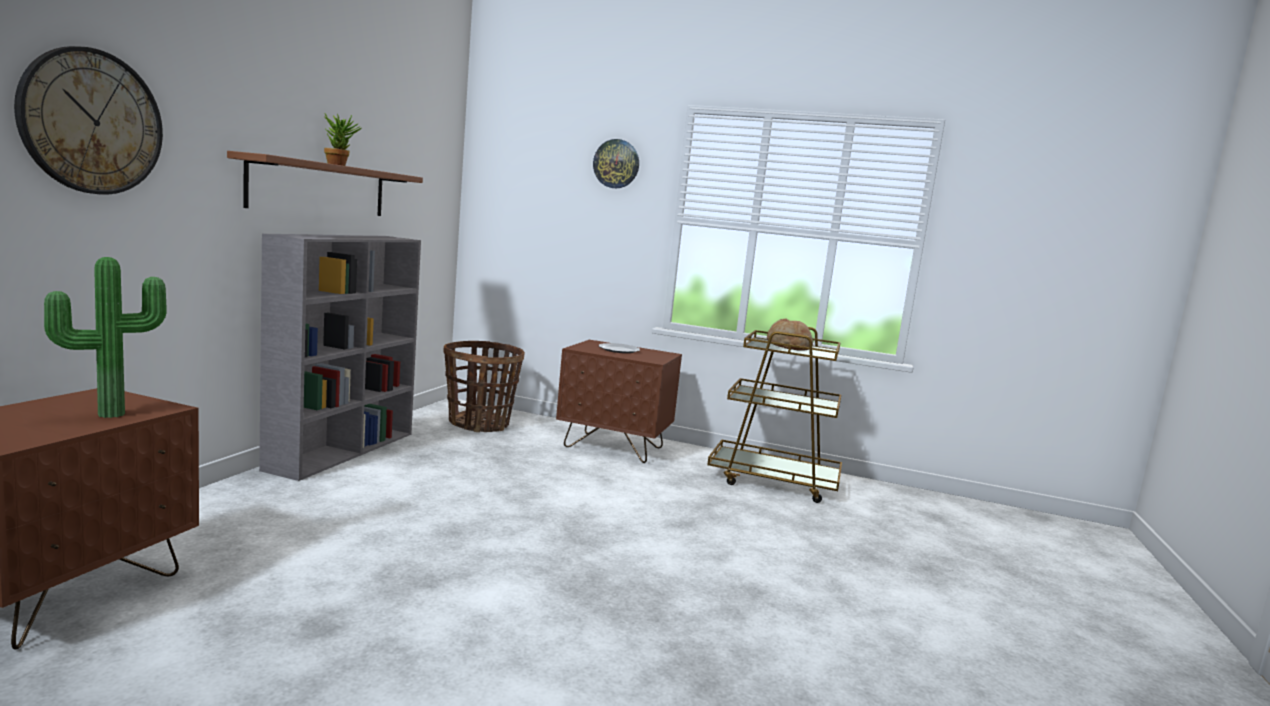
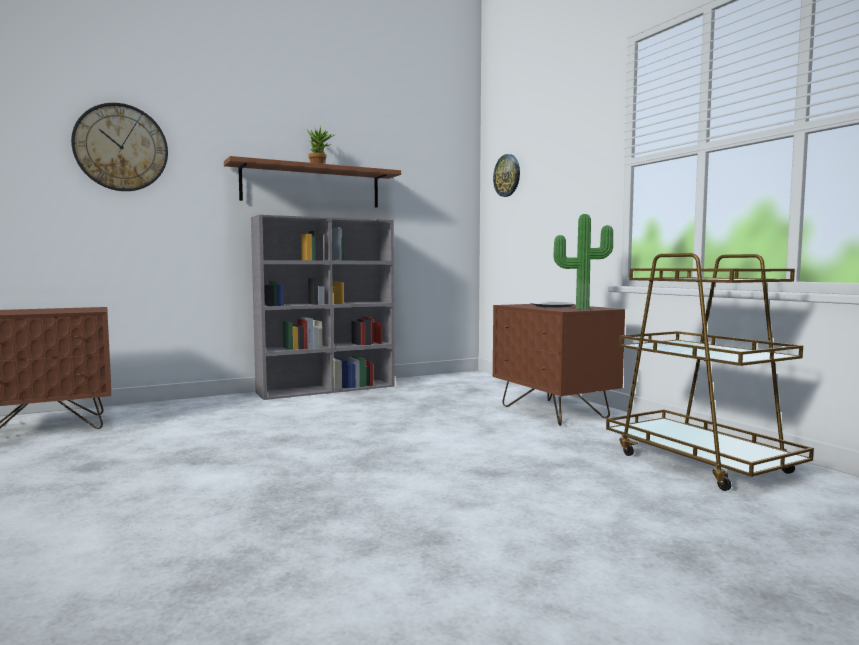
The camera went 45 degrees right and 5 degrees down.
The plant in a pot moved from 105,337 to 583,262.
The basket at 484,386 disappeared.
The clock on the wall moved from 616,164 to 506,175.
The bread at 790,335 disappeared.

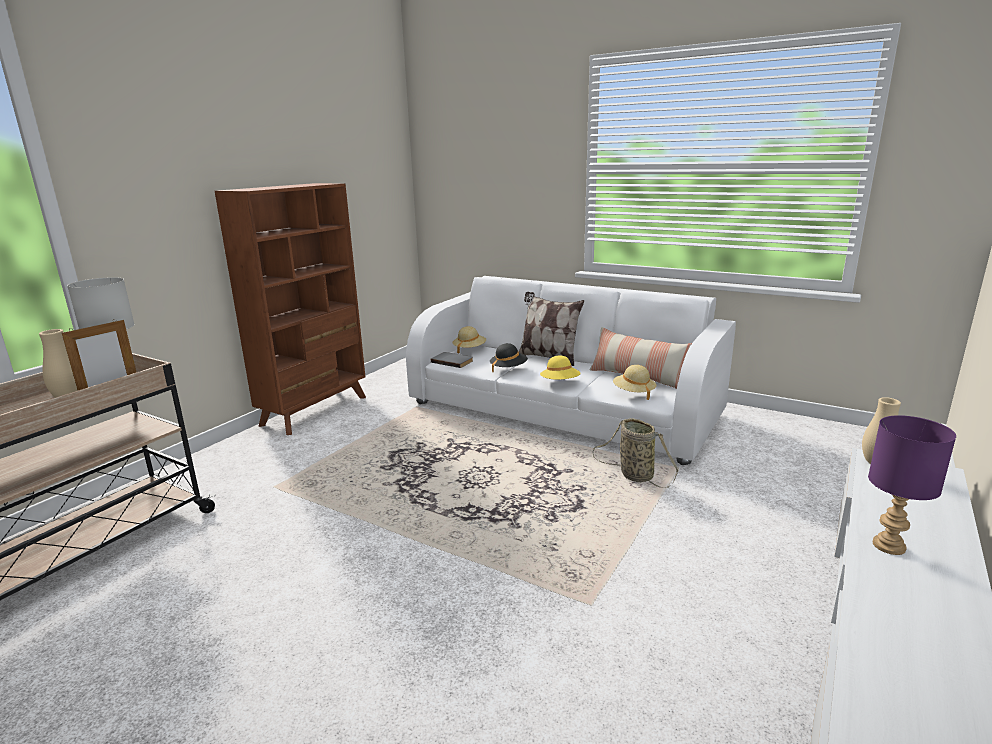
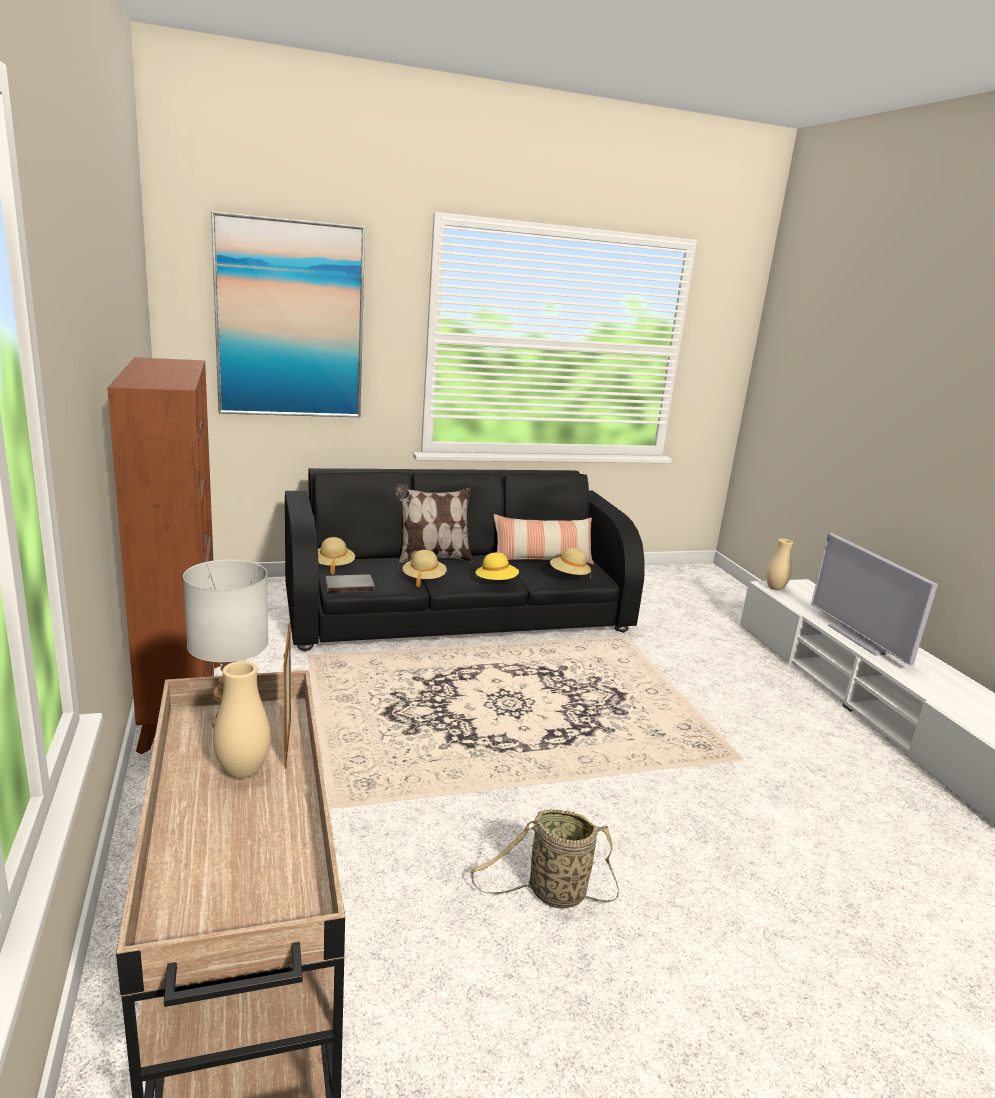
The camera went 50 degrees left and 0 degrees up.
The white-coloured couch at 571,370 became the black-coloured couch at 465,559.
The black-coloured hat at 509,357 became the sand-coloured hat at 425,569.
The basket moved from 635,453 to 544,858.
The purple-coloured lamp for a table at 912,485 was replaced by the TV set at 874,599.
The picture at 288,314 appeared.

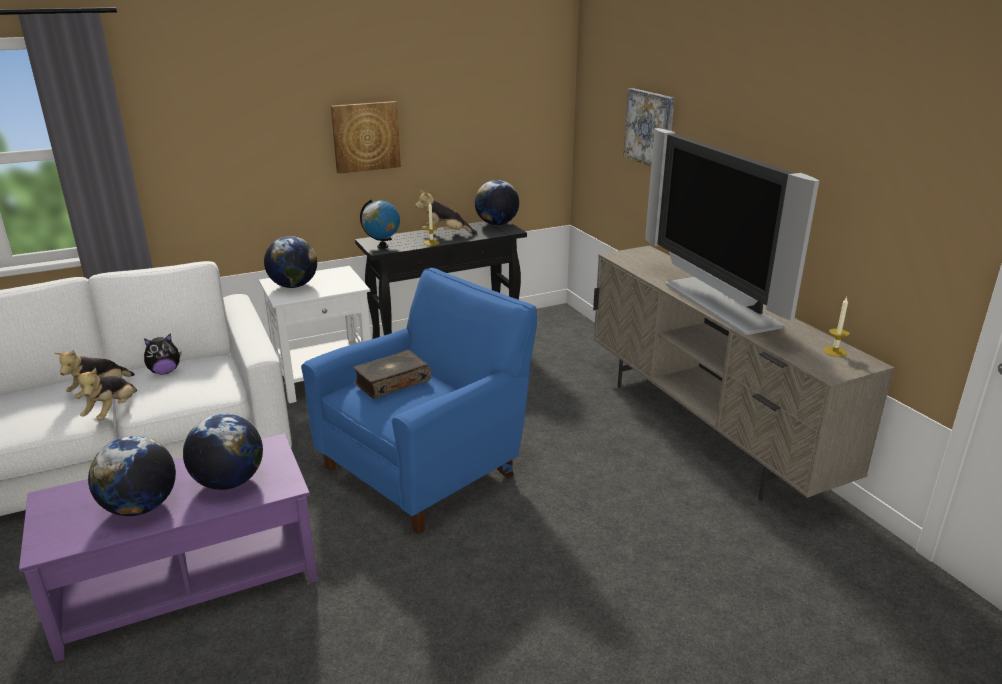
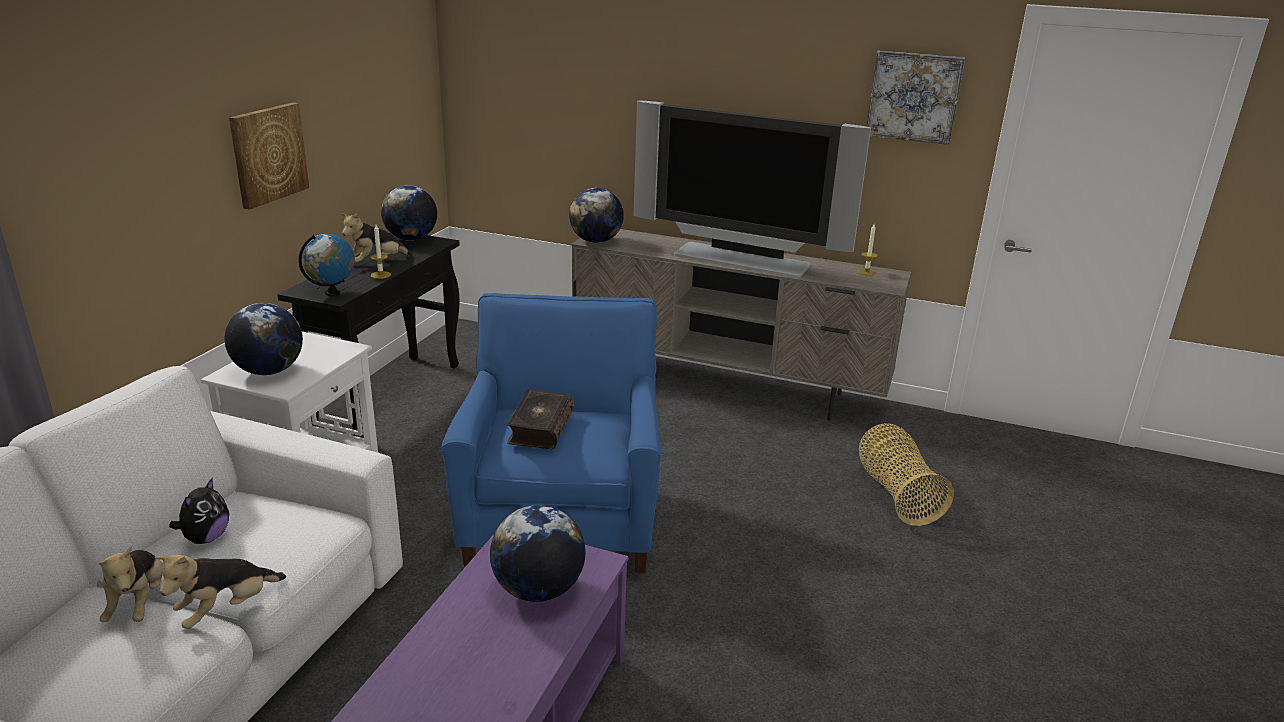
The camera went 45 degrees left and 0 degrees up.
The soft toy at 105,394 turned 75 degrees clockwise.
The desk globe moved from 132,476 to 596,215.
The picture moved from 648,127 to 915,98.
The basket at 906,474 appeared.

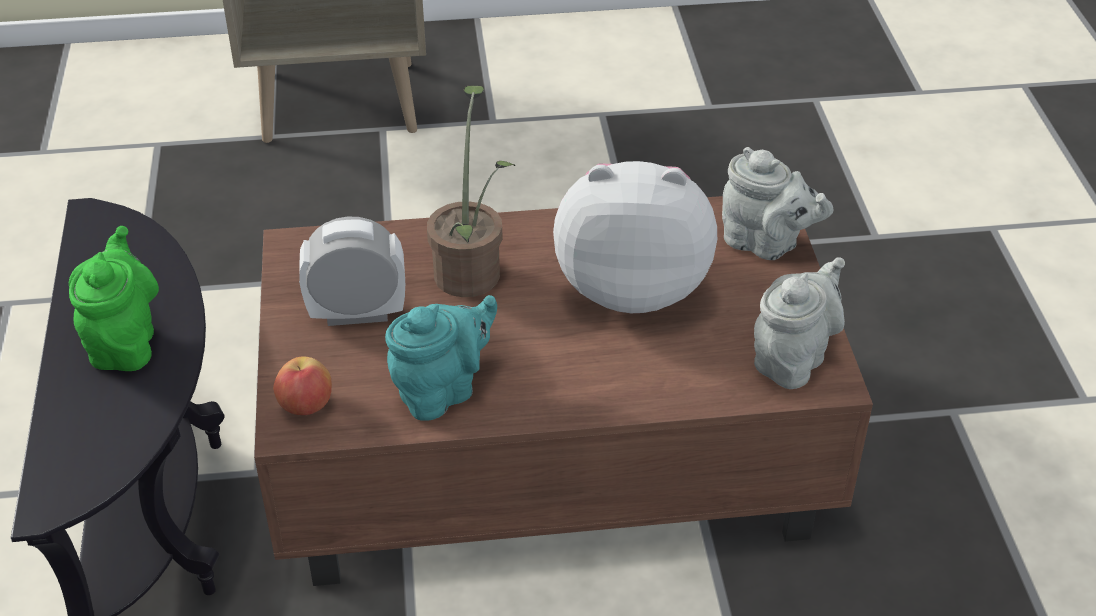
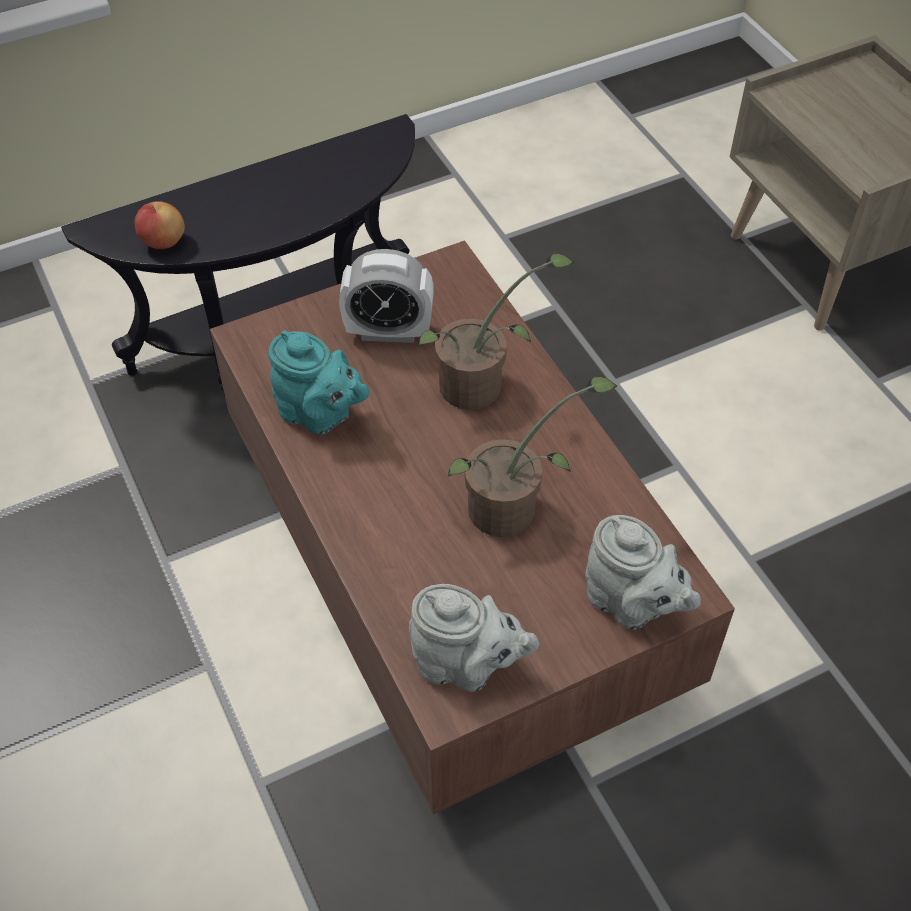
The camera went 70 degrees right and 10 degrees up.
The greenish tea pot at 114,298 disappeared.
The apple moved from 302,386 to 160,225.
The alarm clock at 352,271 turned 120 degrees clockwise.
The soft toy at 635,237 was replaced by the plant in a pot at 532,456.
The gray tea pot at 778,203 turned 60 degrees counterclockwise.

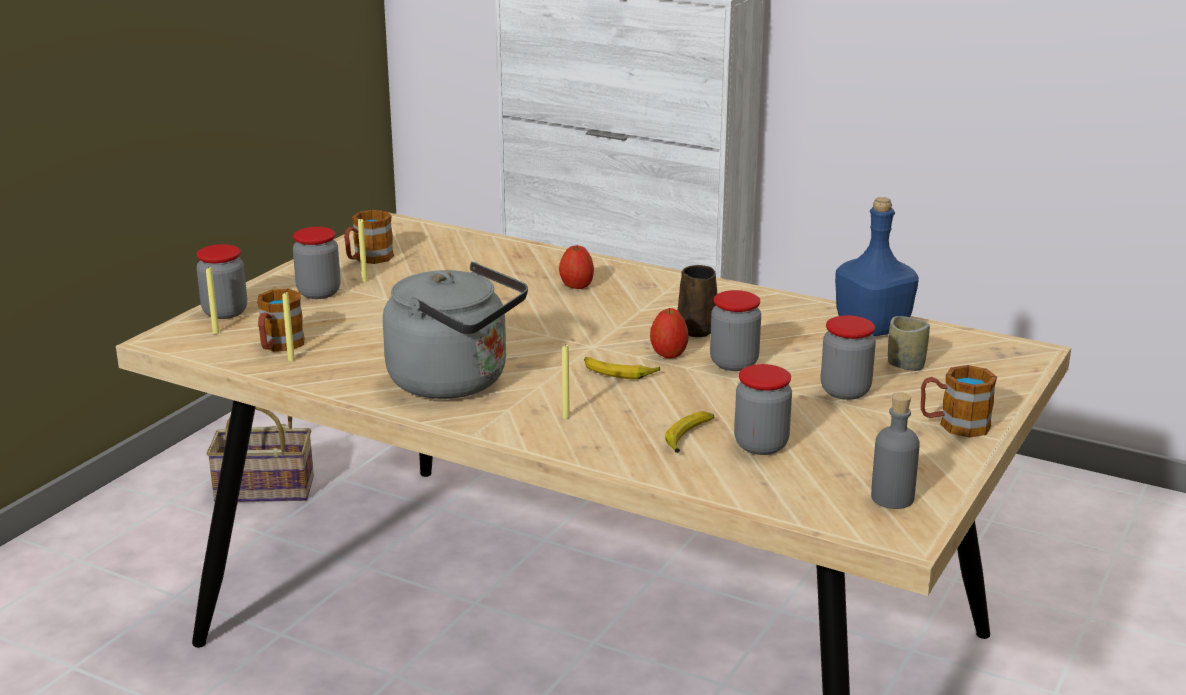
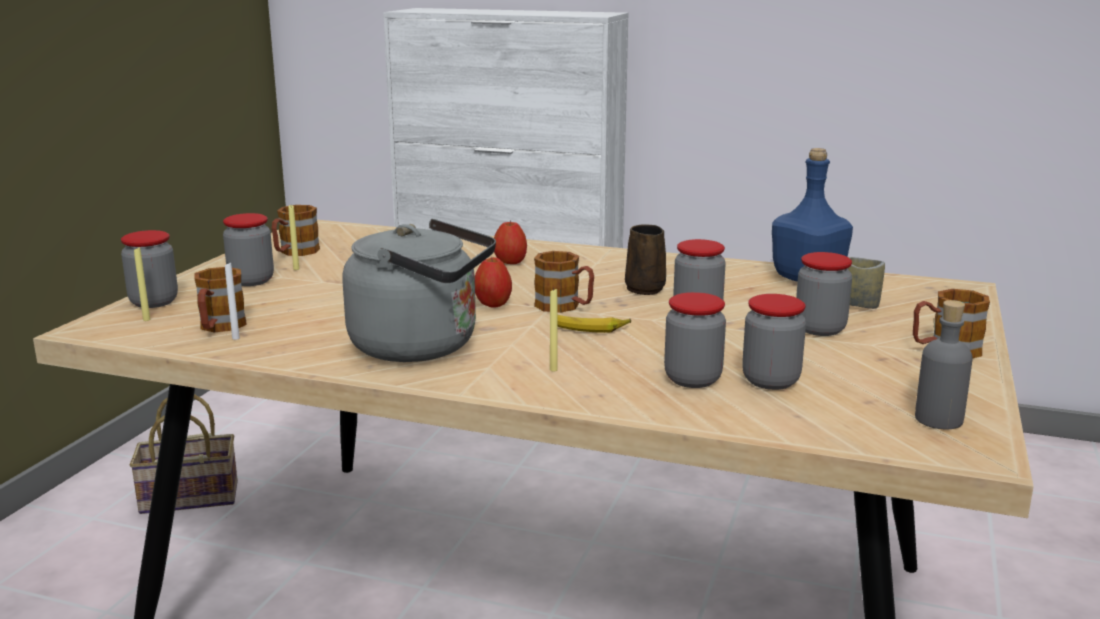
The camera went 10 degrees left and 5 degrees down.
The yellow wax candle at 288,326 became the white-coloured wax candle at 232,301.
The apple moved from 669,333 to 493,282.
The banana fruit at 689,432 was replaced by the jar at 695,340.
The coffee mug at 564,282 appeared.

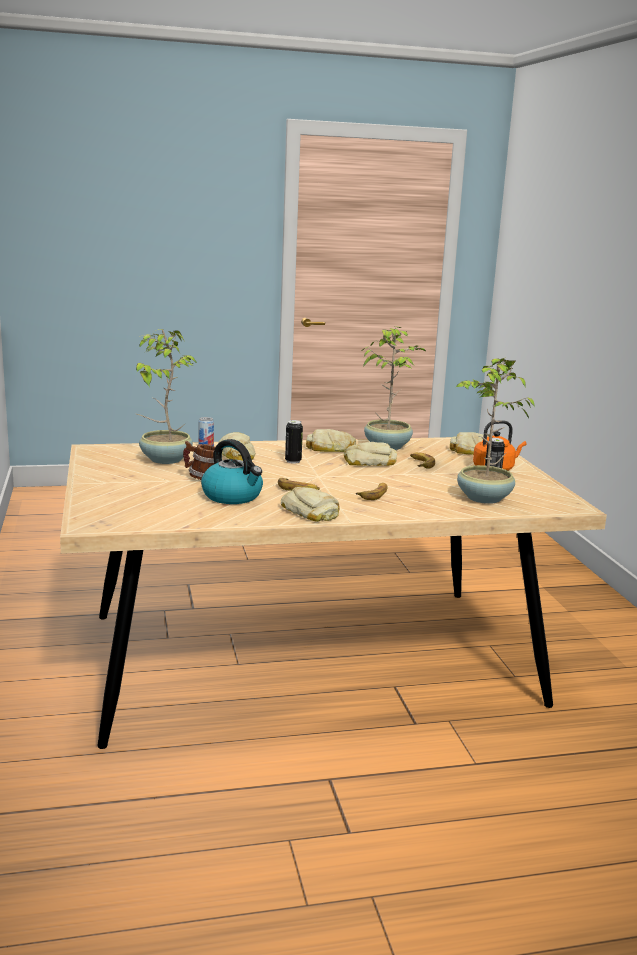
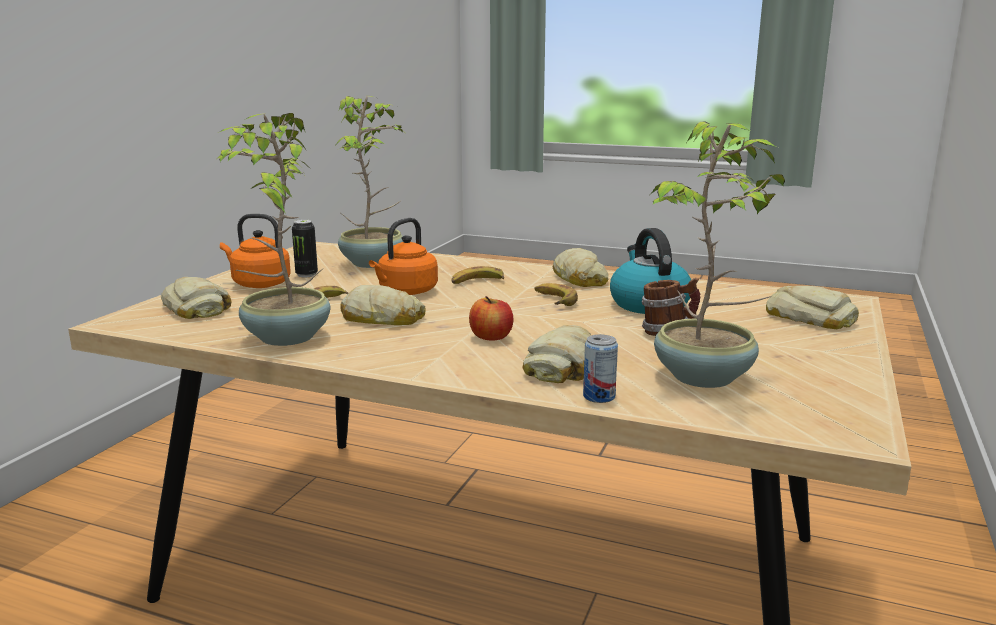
The camera went 145 degrees left and 0 degrees up.
The metal can at 294,442 was replaced by the apple at 491,318.
The bread moved from 331,440 to 812,307.
The orange tea kettle at 403,256 appeared.

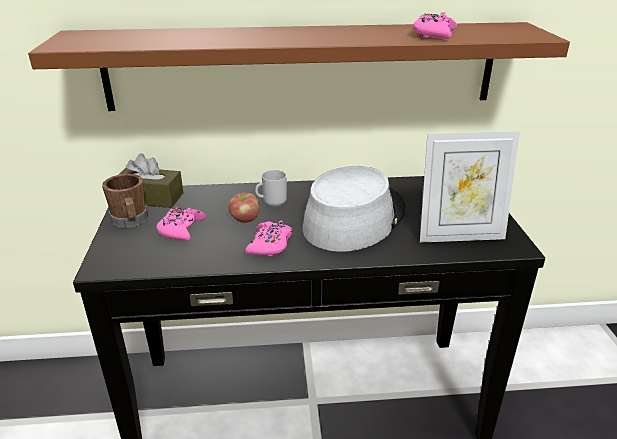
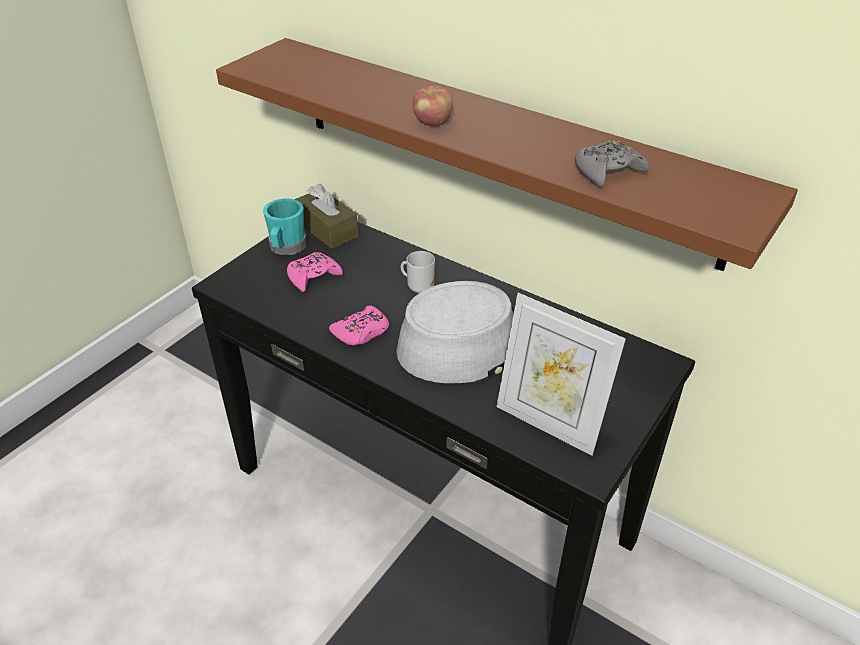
The camera went 40 degrees right and 10 degrees up.
The brown-coloured coffee mug at 125,201 became the blue-green coffee mug at 285,227.
The apple moved from 244,208 to 432,106.
The pinkish joypad at 435,25 became the gray joypad at 612,163.

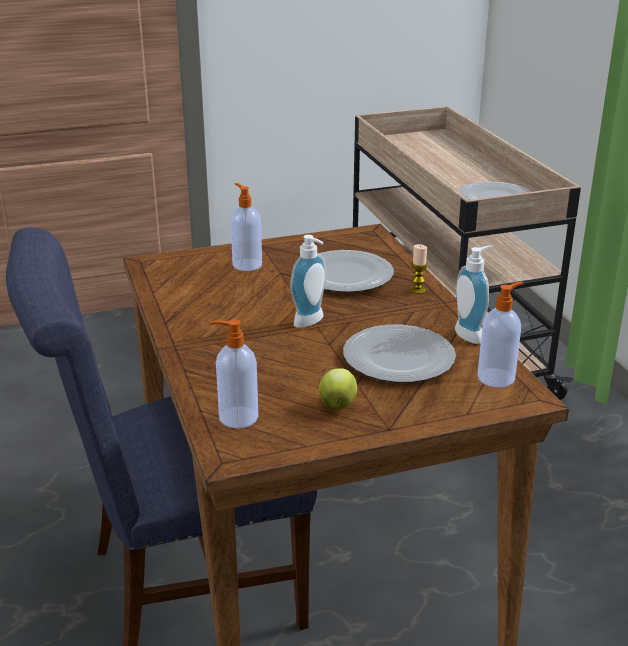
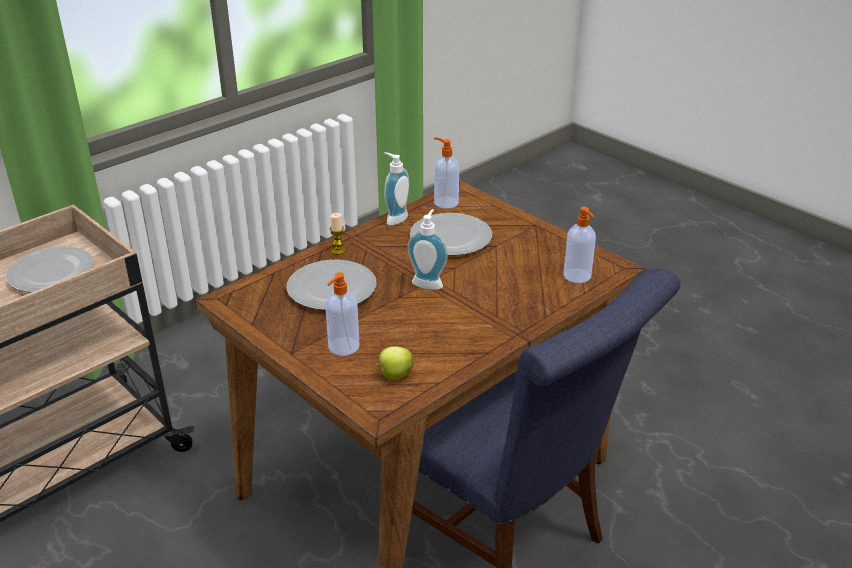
The camera went 115 degrees left and 5 degrees up.
The apple moved from 338,388 to 394,363.

